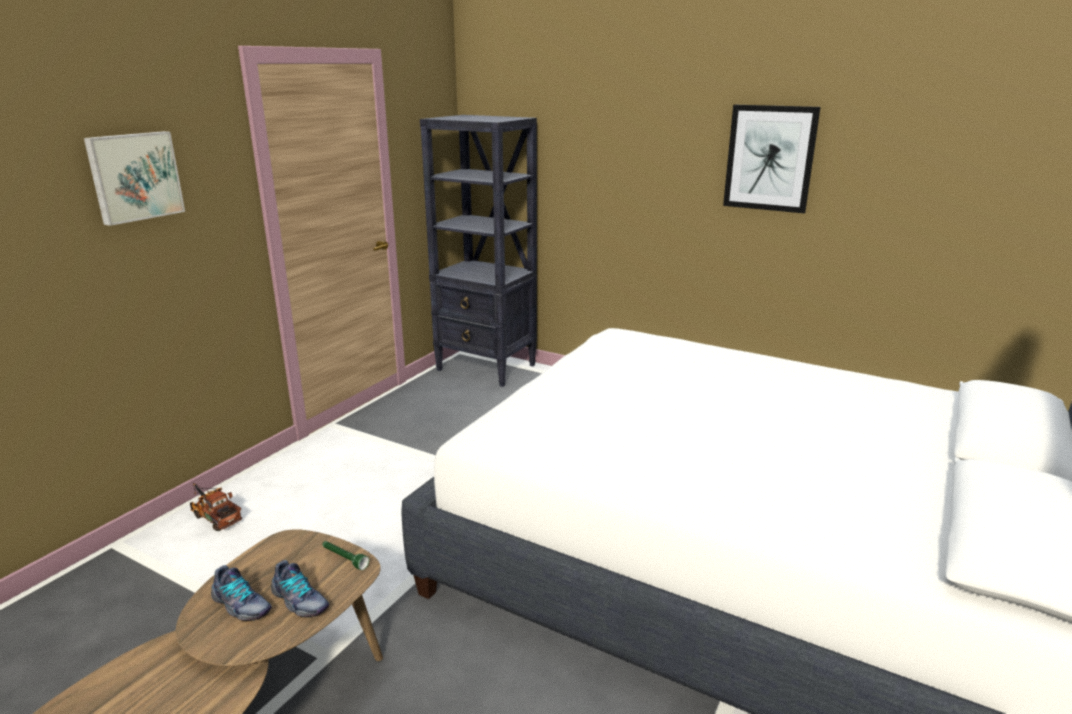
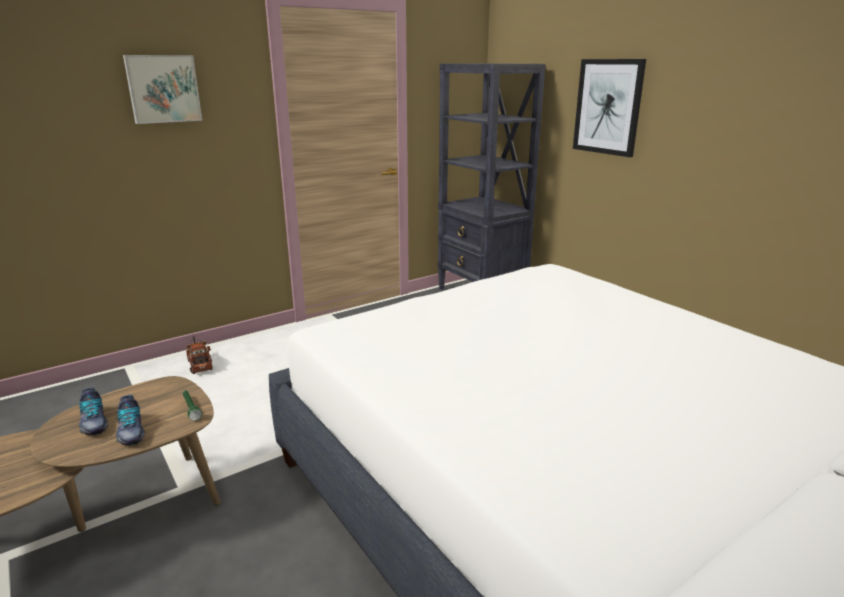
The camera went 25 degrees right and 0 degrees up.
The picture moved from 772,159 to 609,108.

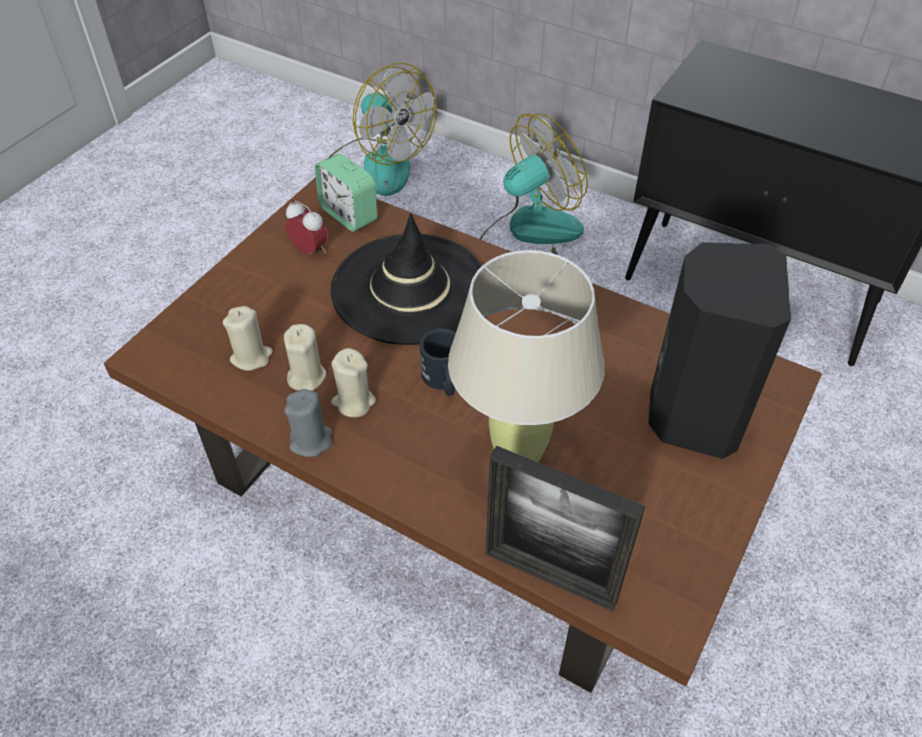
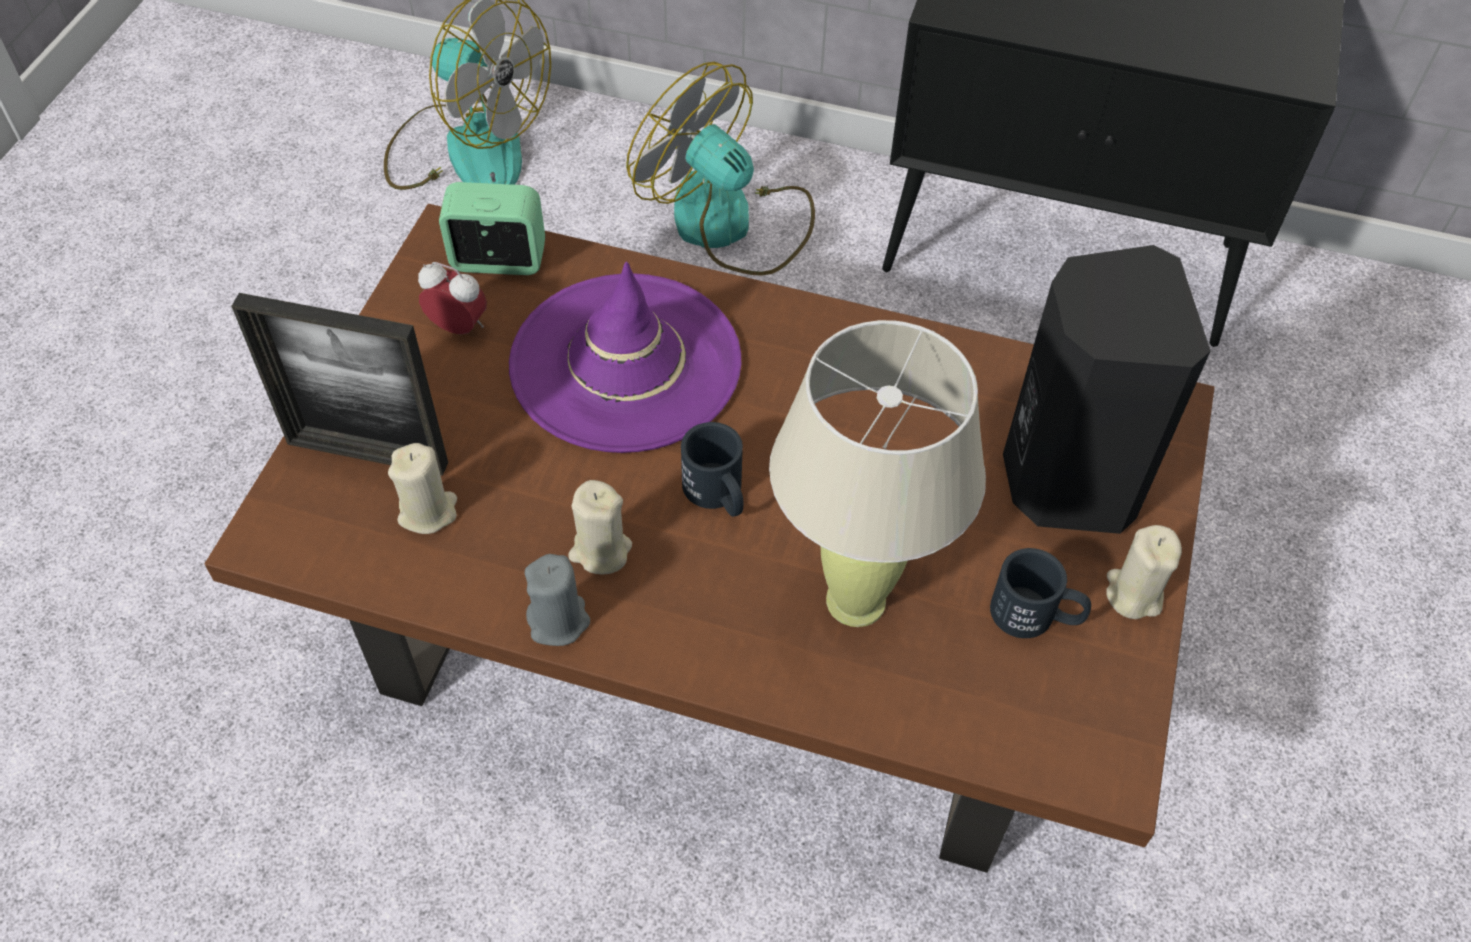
The camera went 15 degrees left and 5 degrees up.
The sand-coloured wax candle moved from 305,357 to 1144,572.
The alarm clock at 346,193 turned 150 degrees clockwise.
The black-coloured hat at 406,279 became the purple-coloured hat at 625,357.
The electric fan at 534,184 turned 90 degrees counterclockwise.
The picture frame moved from 565,528 to 339,384.
The black-coloured coffee mug at 1040,593 appeared.

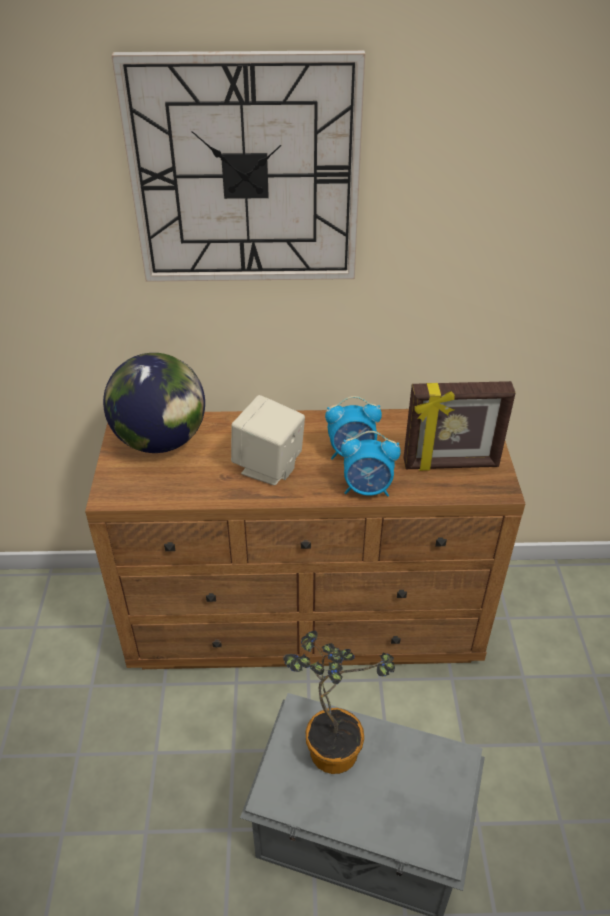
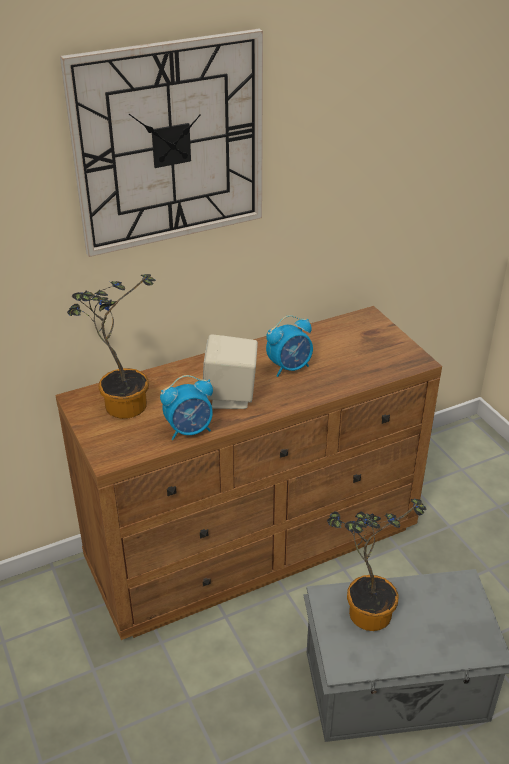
The camera went 25 degrees left and 5 degrees down.
The desk globe at 154,403 was replaced by the plant in a pot at 111,346.
The alarm clock moved from 371,464 to 186,407.
The picture frame at 459,426 disappeared.

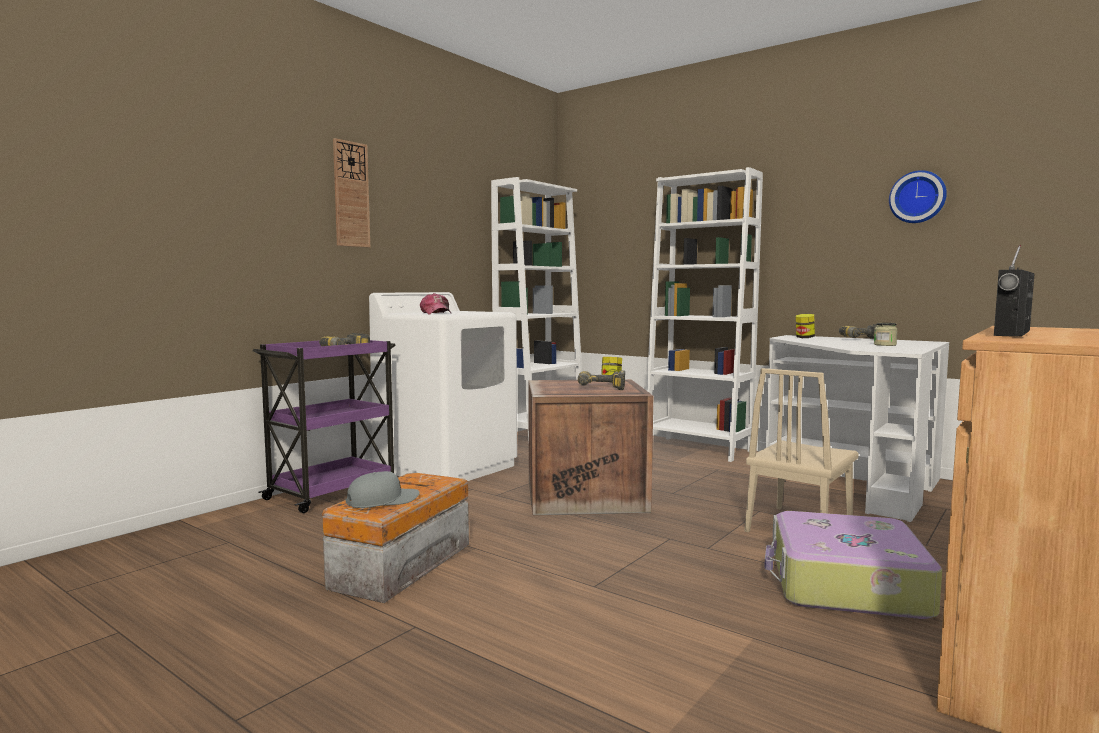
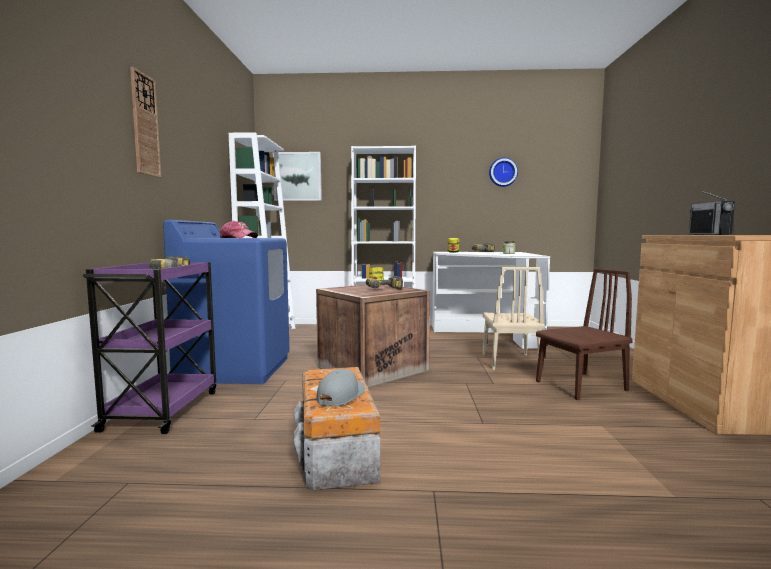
The camera went 35 degrees left and 0 degrees up.
The white-coloured laundry appliance at 443,386 became the blue laundry appliance at 226,302.
The suitcase at 853,565 was replaced by the brown-coloured upright chair at 584,334.
The picture at 297,176 appeared.

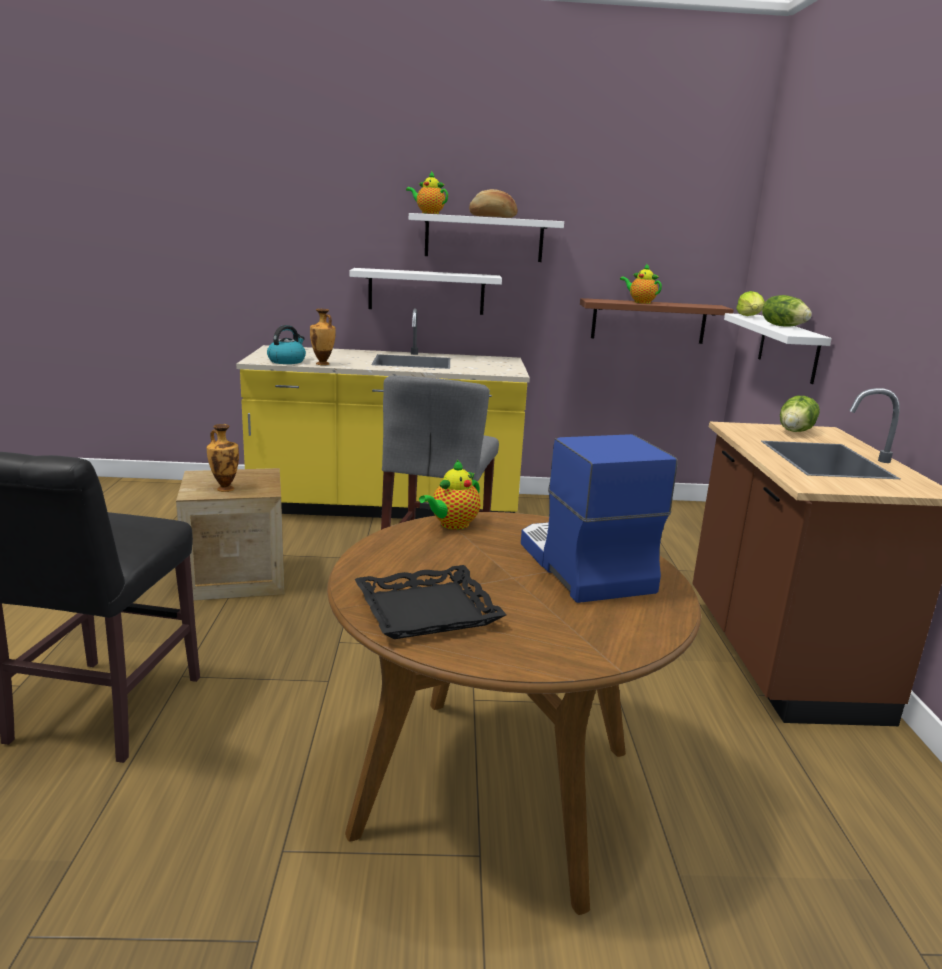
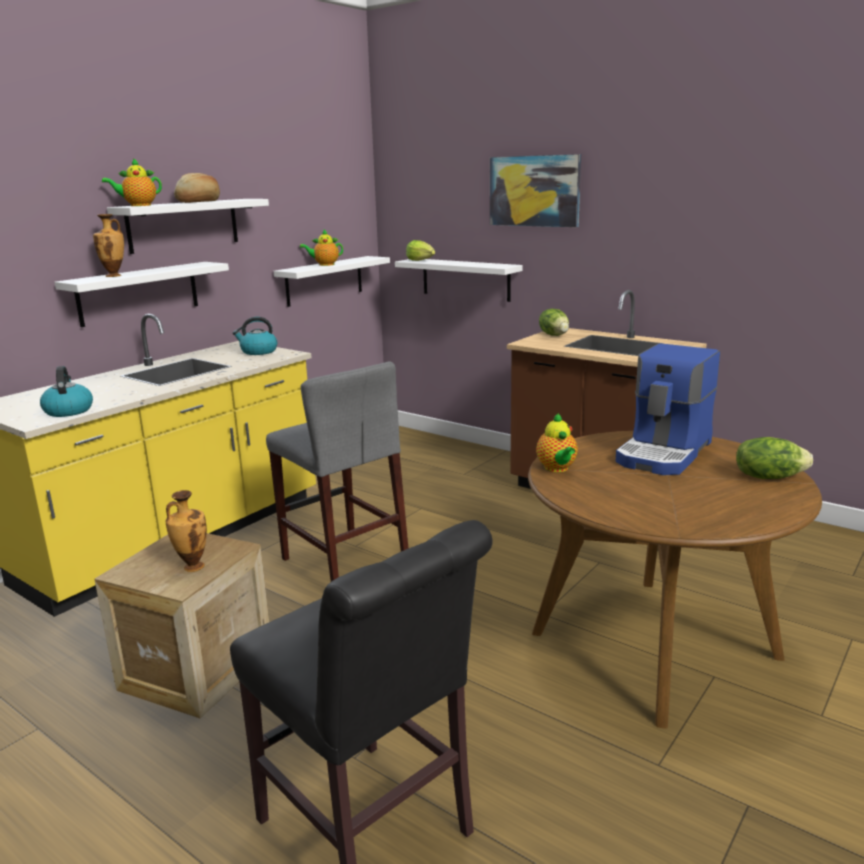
The camera went 50 degrees left and 0 degrees up.
The vase moved from 323,337 to 108,245.
The black-coloured serving tray at 430,602 disappeared.
The coffee machine at 599,518 turned 75 degrees counterclockwise.
The brown-coloured bracket shelf at 657,321 became the white-coloured bracket shelf at 332,281.
The lettuce moved from 787,311 to 774,458.
The tea kettle at 255,336 appeared.
The picture at 535,190 appeared.

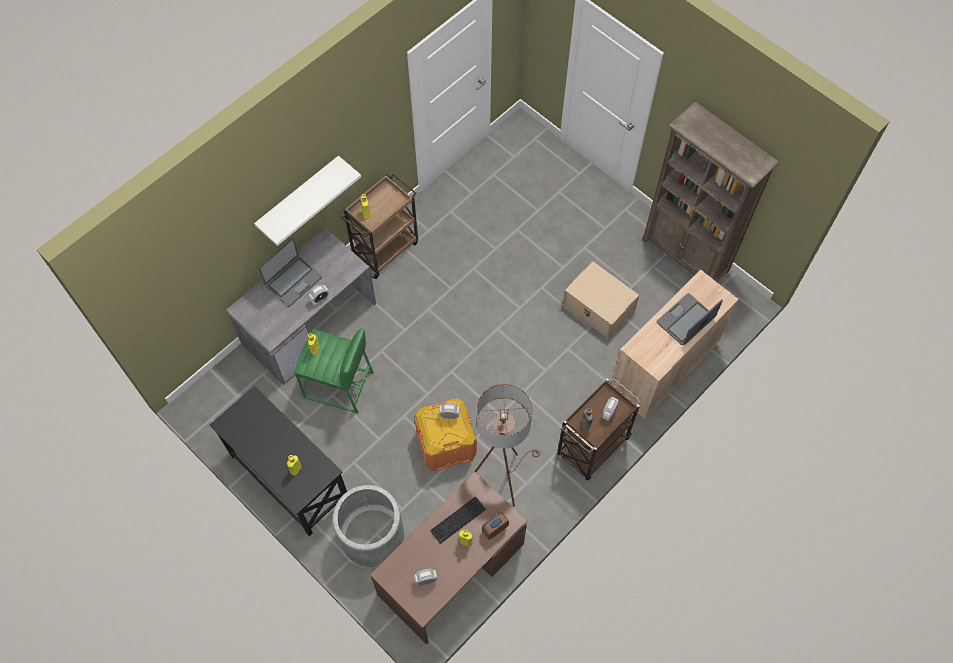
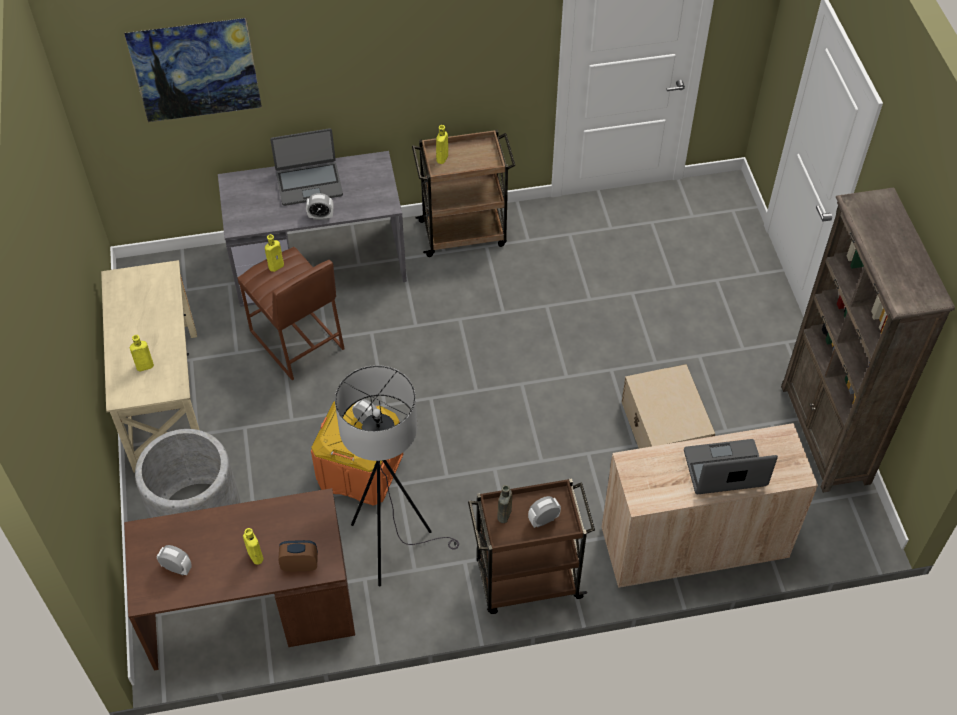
The camera went 35 degrees right and 10 degrees down.
The black-coloured desk unit at 278,461 became the sand-coloured desk unit at 150,366.
The white-coloured bracket shelf at 307,201 disappeared.
The greenish stool seat at 334,370 became the brown-coloured stool seat at 291,313.
The PC keyboard at 458,520 disappeared.
The brown-coloured standing lamp at 507,445 became the gray standing lamp at 397,475.
The picture at 193,70 appeared.

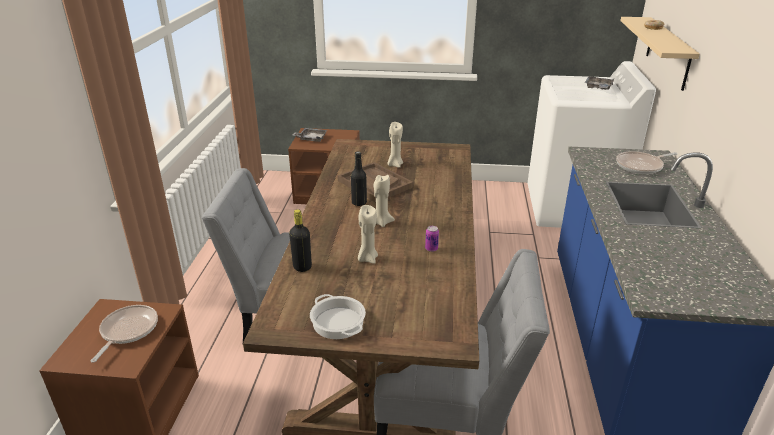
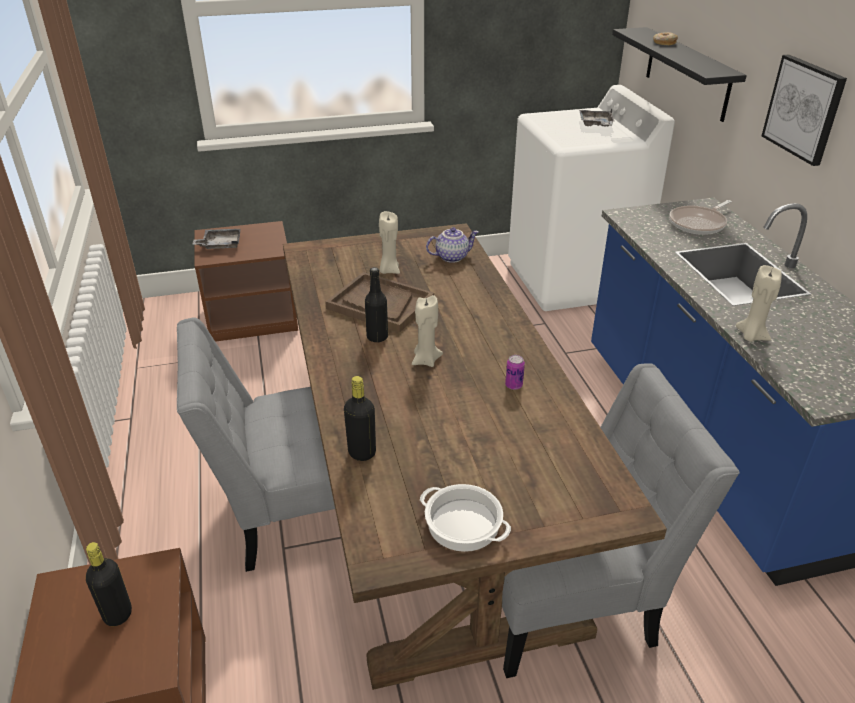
The camera went 20 degrees left and 5 degrees up.
The skillet at 124,334 was replaced by the black-coloured beverage bottle at 109,584.
The sand-coloured wax candle moved from 368,234 to 759,303.
The sand-coloured bracket shelf at 660,54 became the black-coloured bracket shelf at 679,74.
The tea pot at 452,245 appeared.
The picture at 804,110 appeared.

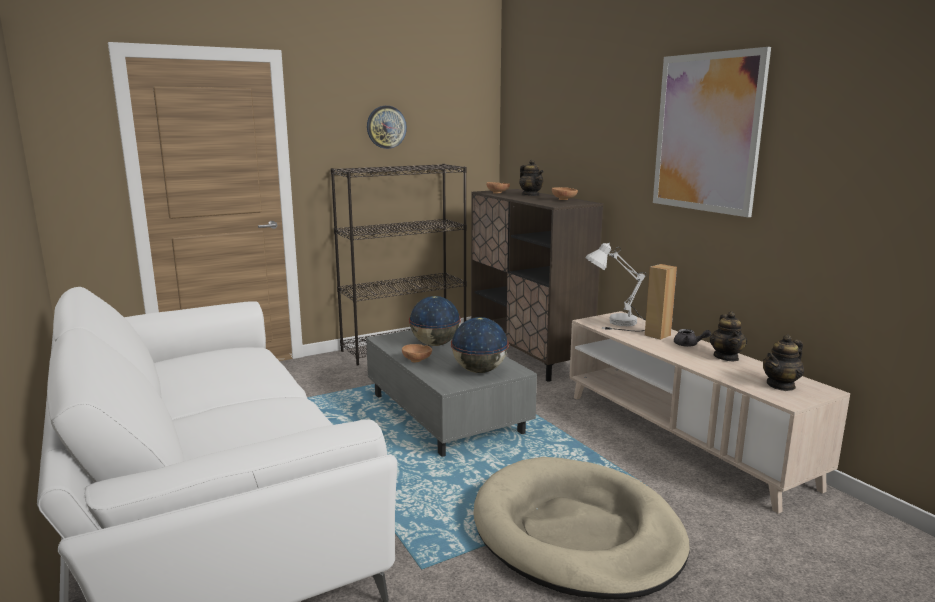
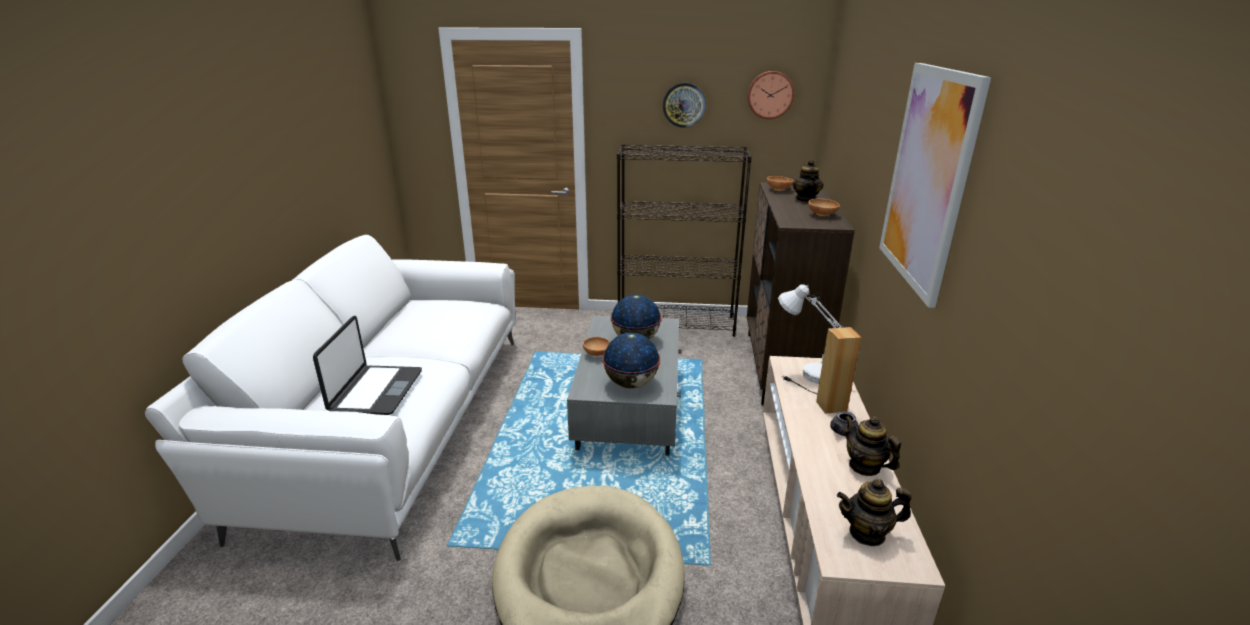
The camera went 35 degrees right and 10 degrees up.
The tea pot at 728,336 turned 105 degrees clockwise.
The notebook computer at 367,365 appeared.
The clock on the wall at 771,95 appeared.

